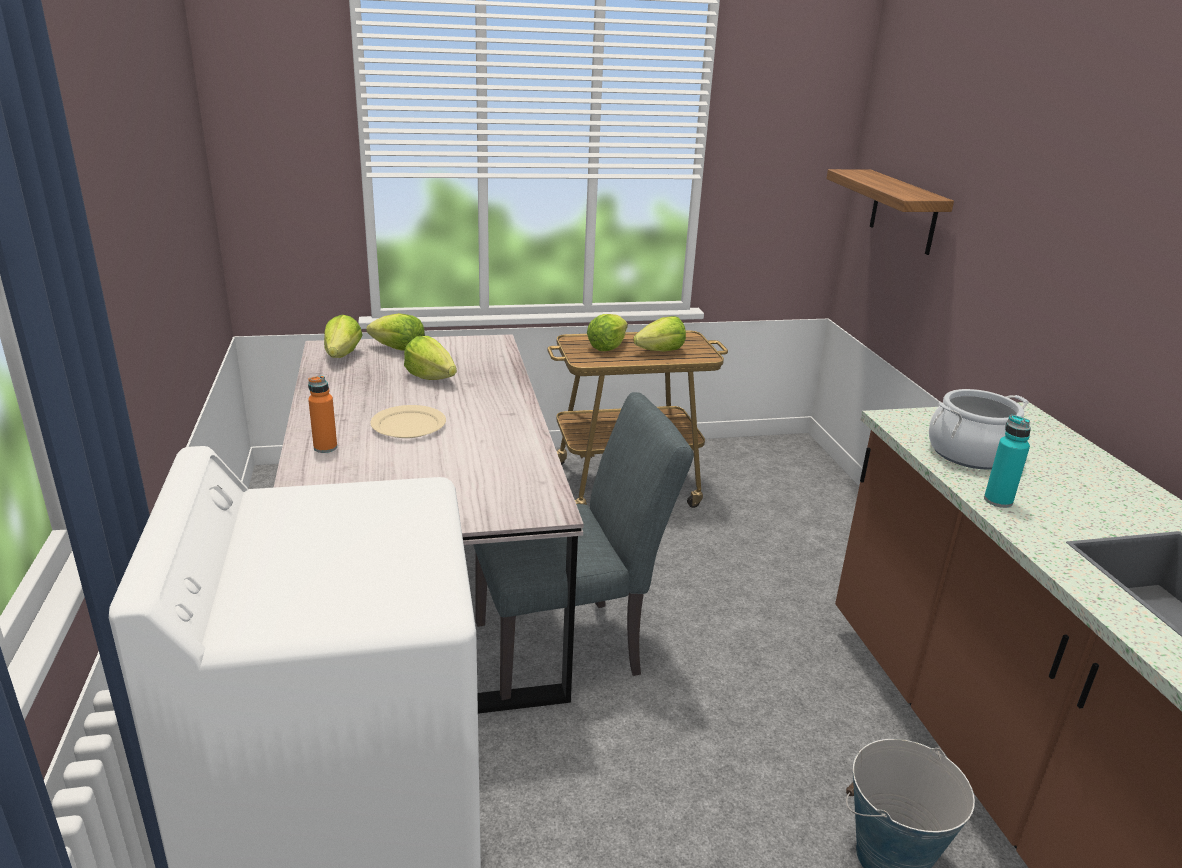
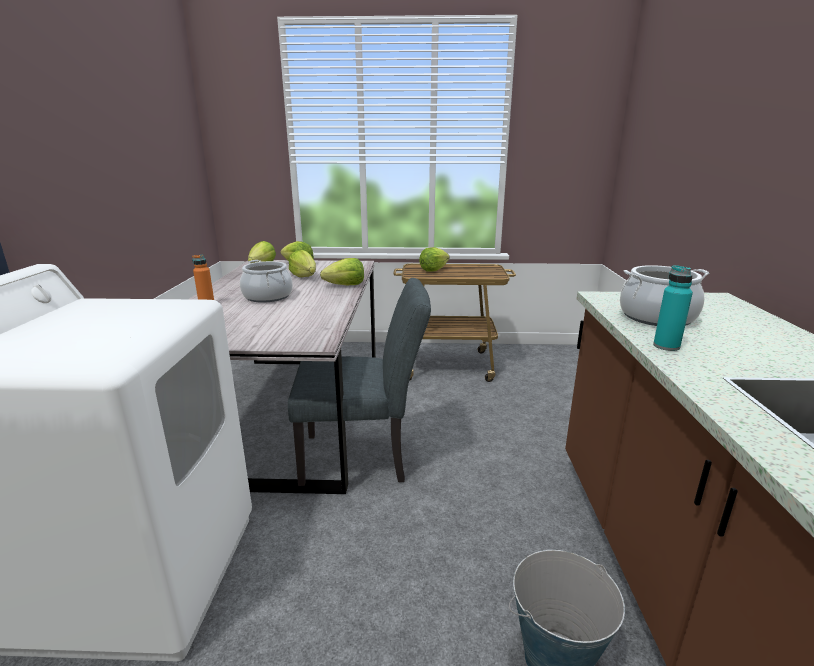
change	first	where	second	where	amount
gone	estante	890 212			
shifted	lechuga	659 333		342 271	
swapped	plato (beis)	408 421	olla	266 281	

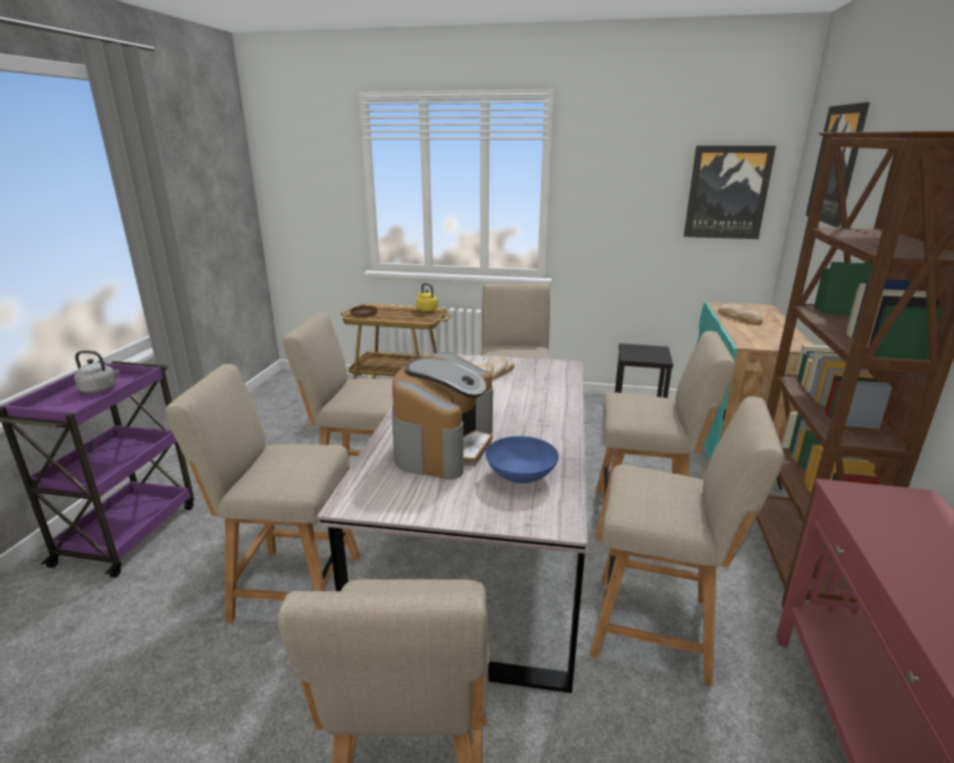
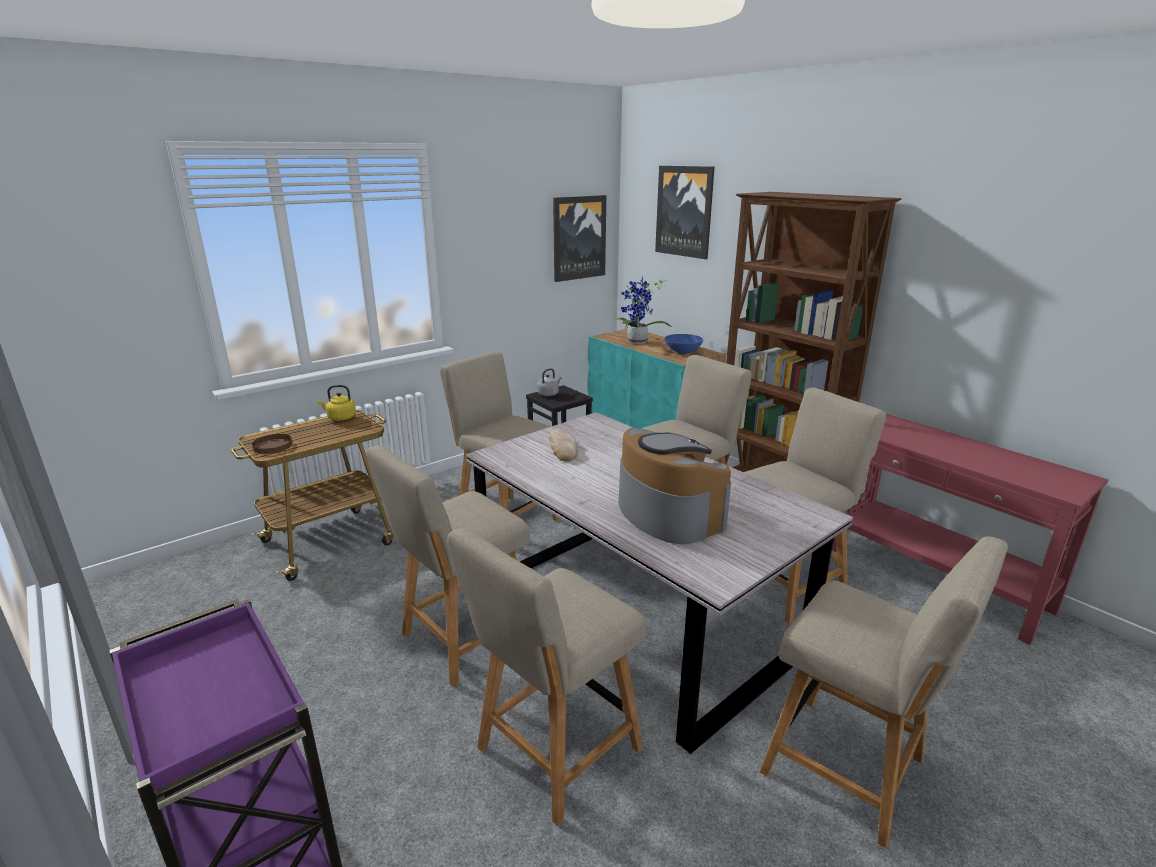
change	first	where	second	where	amount
shifted	hervidor (gris)	96 372		549 382	
shifted	cuenco (azul)	522 459		684 344	
swapped	pan	740 314	planta en maceta	643 310	

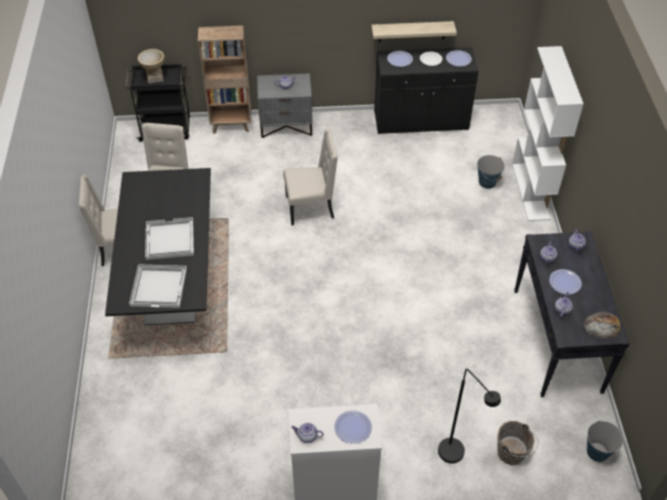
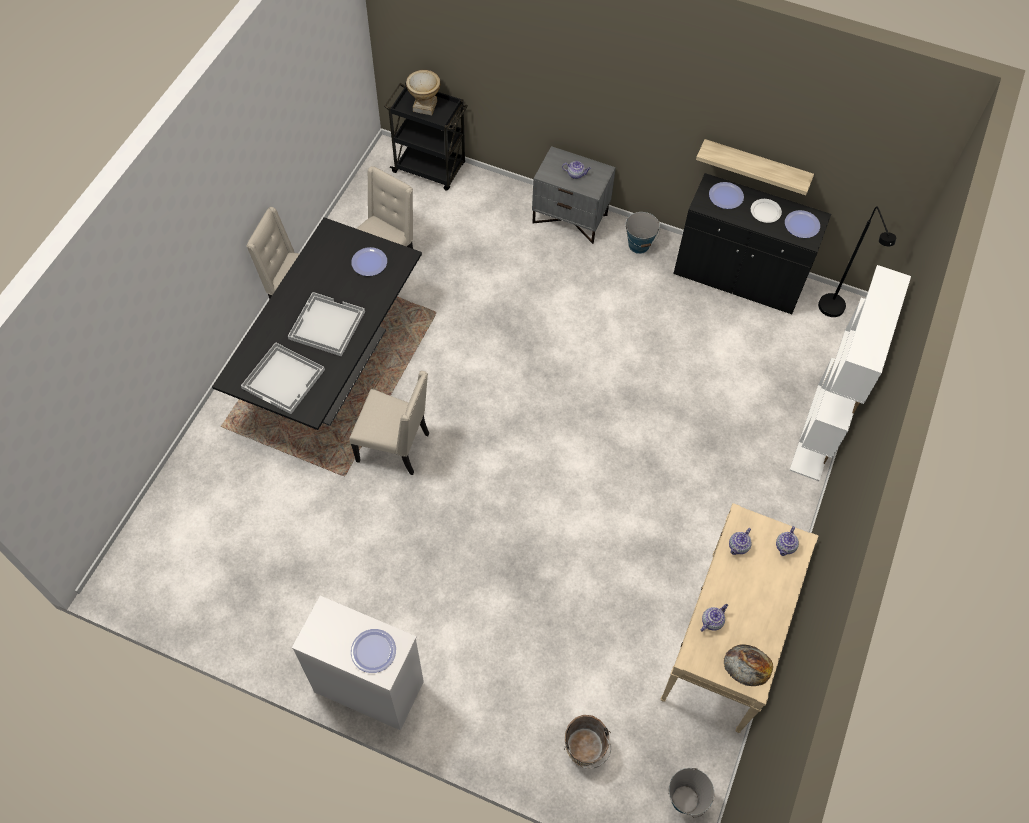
change	first	where	second	where	amount
gone	estantería (marrón)	224 79			
gone	tetera	307 433			
shifted	silla (beis)	310 177		389 423	
shifted	lámpara de pie (negro)	469 416		857 261	
shifted	cubo	491 172		643 233	
shifted	plato	565 282		369 261	
repainted	mesa consola (negro)	572 314	mesa consola (beis)	739 618	

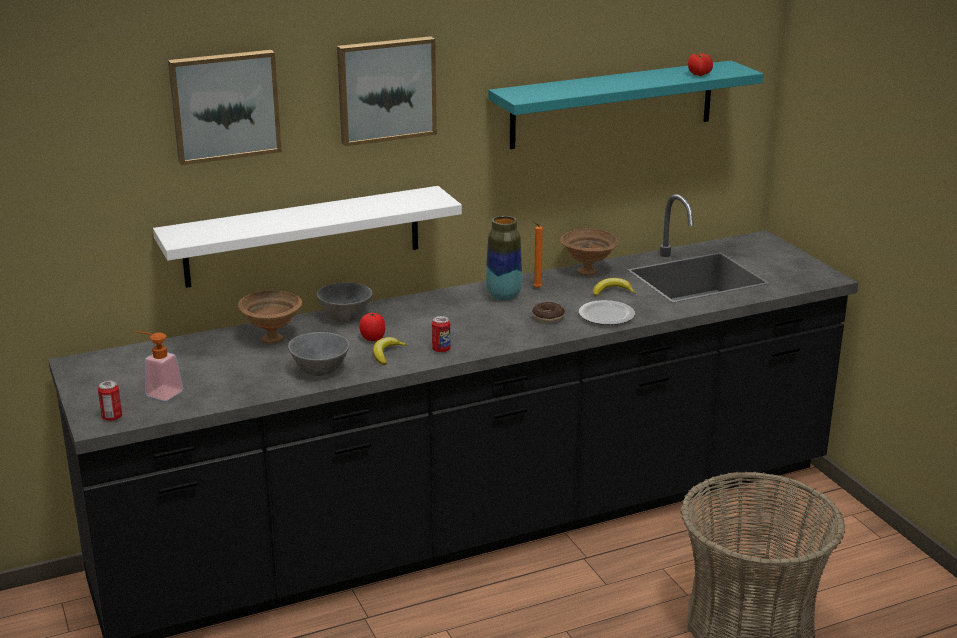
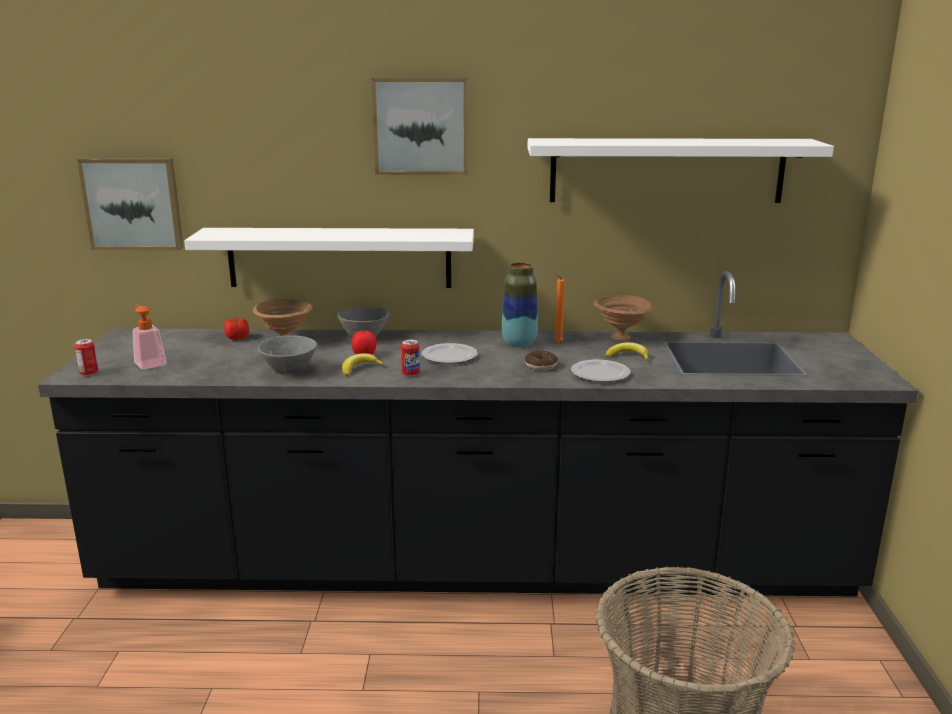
change	first	where	second	where	amount
new			plato	450 353	
shifted	cuadro	225 107		130 204	
shifted	tomate	700 64		236 328	
repainted	estante (turquesa)	626 104	estante (blanco)	680 170	

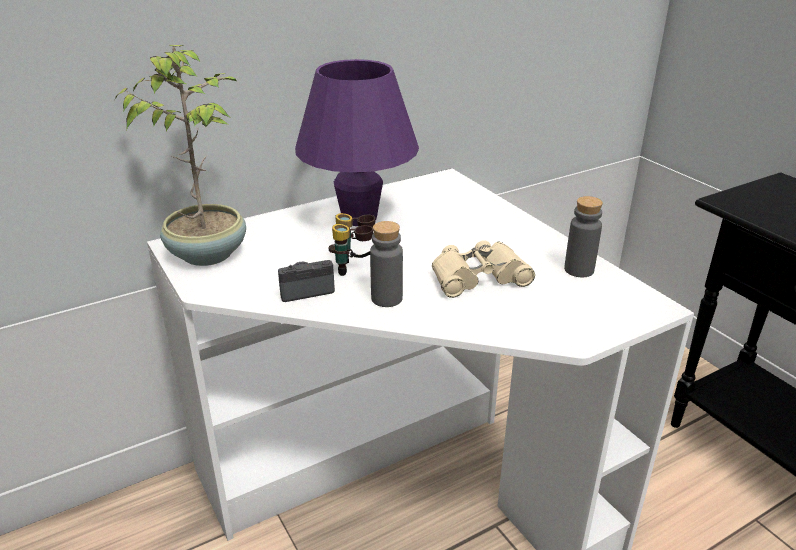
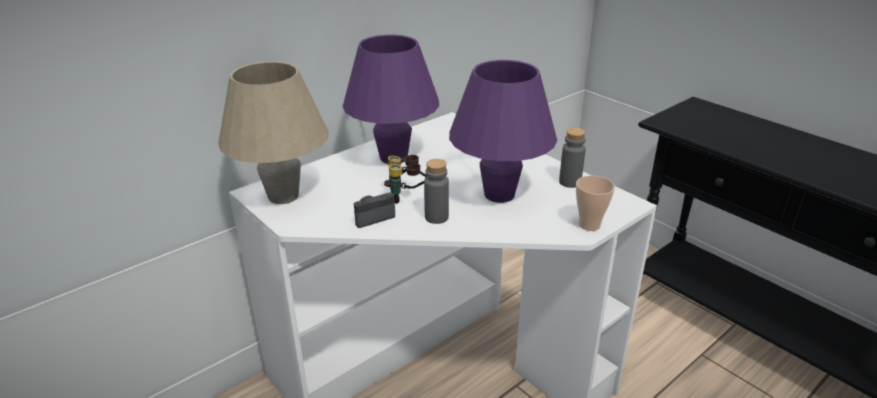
change	first	where	second	where	amount
new			taza	595 203	
swapped	planta en maceta	180 155	lámpara de mesa (beis)	273 132	
swapped	prismáticos (beis)	483 269	lámpara de mesa (morado)	503 131	

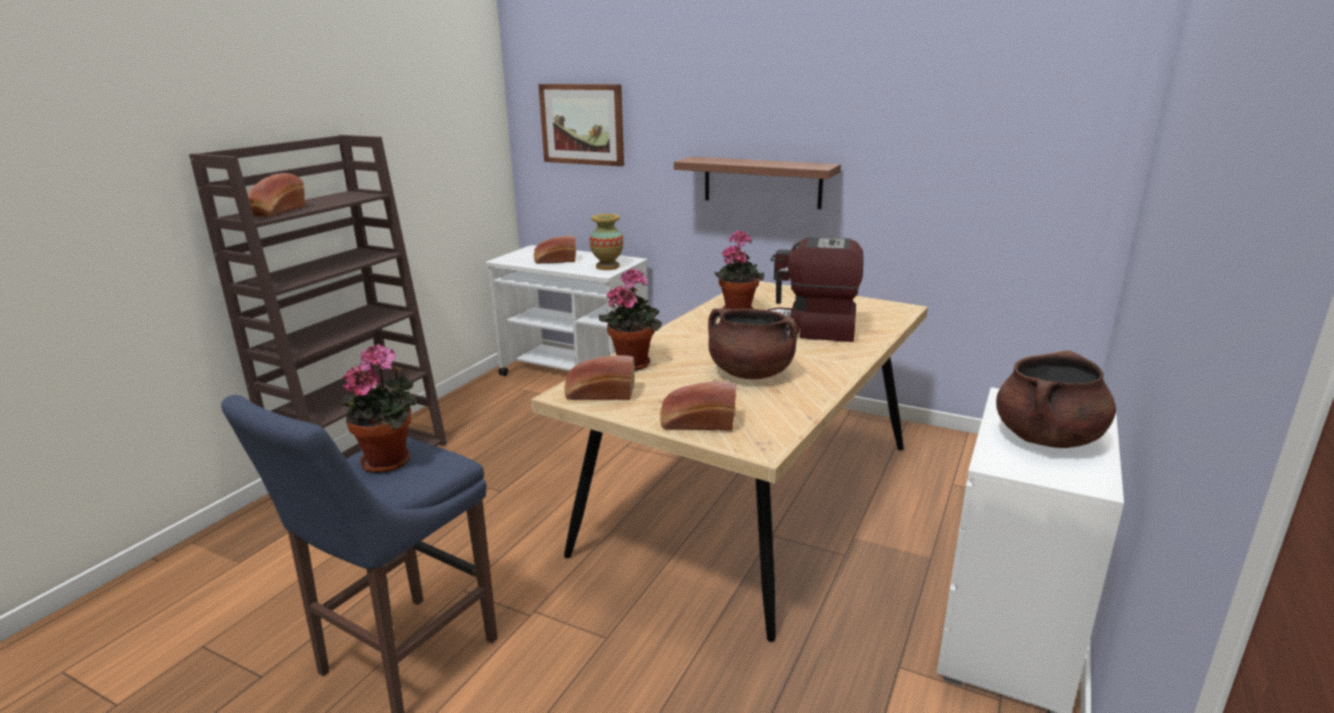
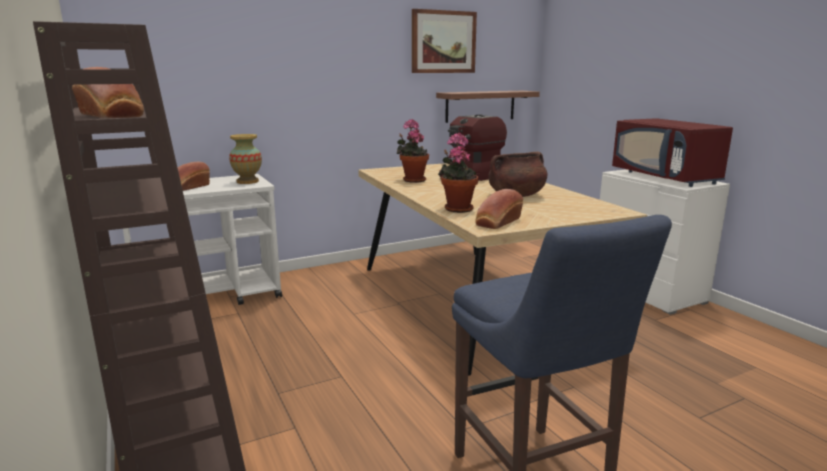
change	first	where	second	where	amount
gone	planta en maceta	379 408			
gone	pan	698 406			
shifted	cuadro	581 125		444 41	
shifted	estante	757 183		488 107	
swapped	olla (marrón)	1056 399	microondas (rojo)	672 152	

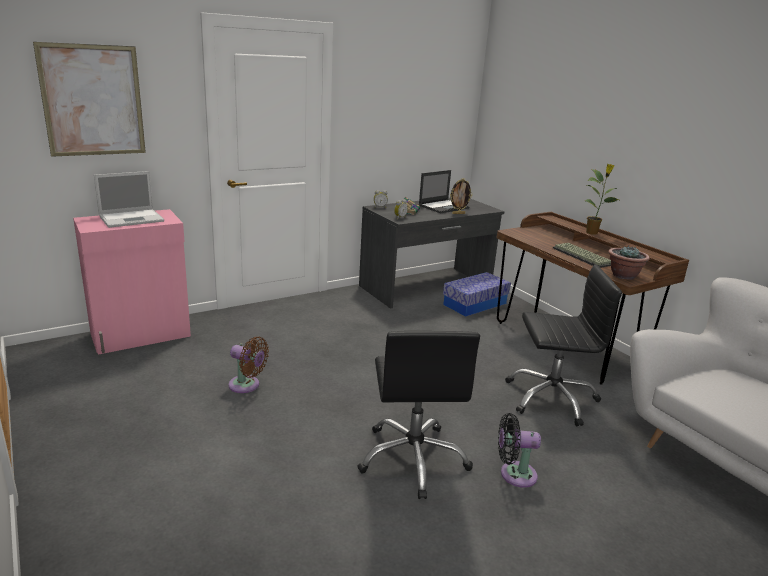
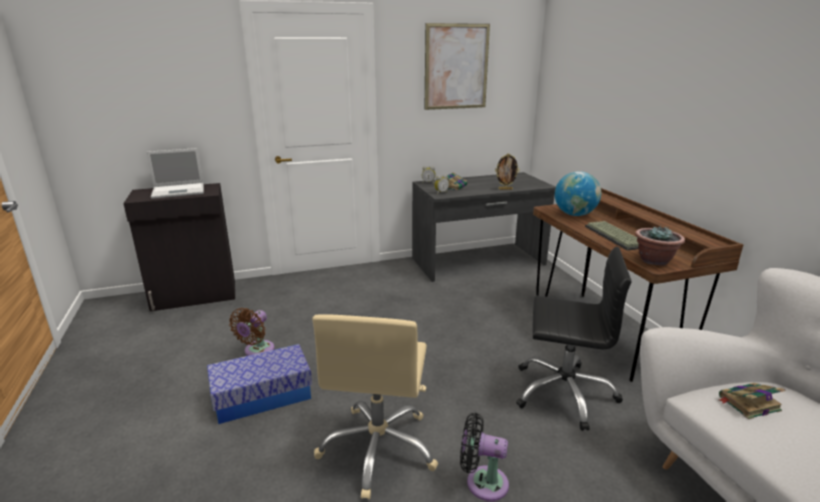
change	first	where	second	where	amount
gone	portátil	443 191			
gone	planta en maceta	601 199			
new			globo terráqueo	578 193	
new			libro	752 401	
shifted	cuadro	89 99		457 66	
shifted	caja de almacenaje	477 294		259 384	
repainted	armario (rosa)	132 282	armario (negro)	179 247	
repainted	silla de oficina (negro)	418 415	silla de oficina (beis)	375 407	
rotated	ventilador (marrón)	248 365		252 332	75 degrees clockwise

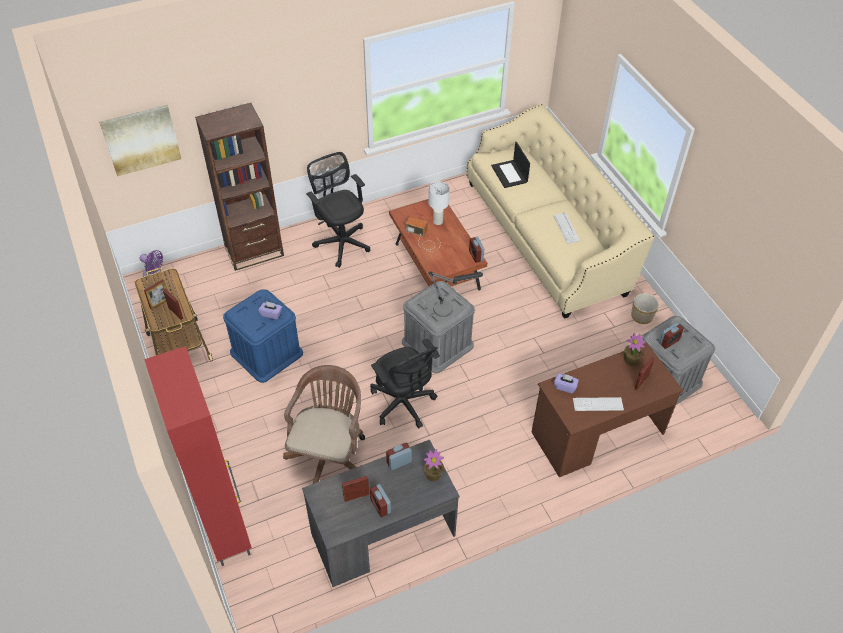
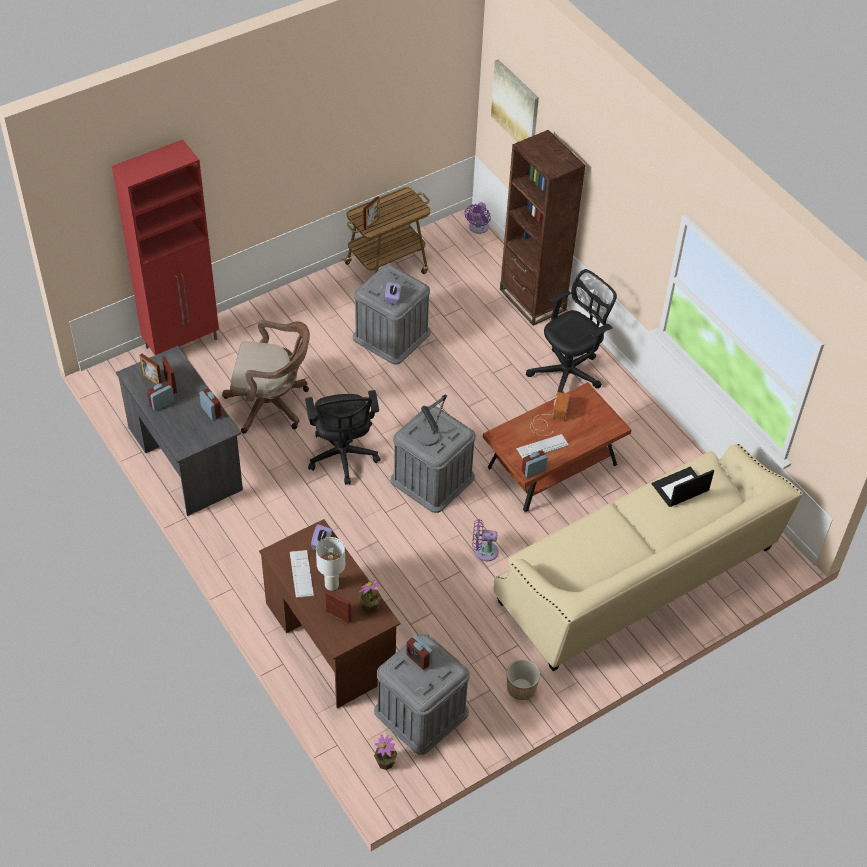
change	first	where	second	where	amount
new			ventilador (morado)	485 540	
shifted	portarretratos	156 295		151 369	
shifted	planta en maceta	433 465		385 752	
shifted	lámpara de mesa (blanco)	438 203		330 564	
shifted	teclado	567 228		543 446	
repainted	caja de almacenaje (azul)	263 336	caja de almacenaje (gris)	392 315	
rotated	silla de oficina (negro)	405 383		343 437	60 degrees counterclockwise

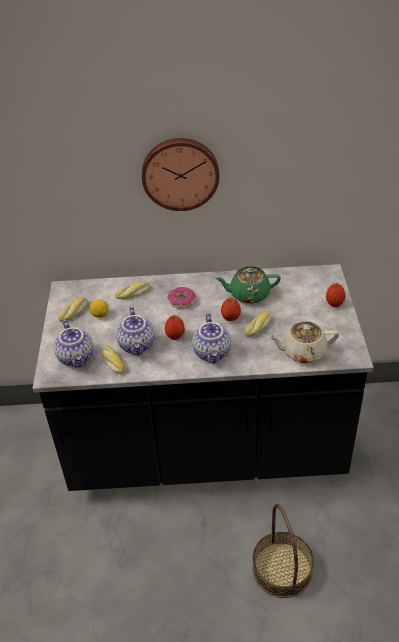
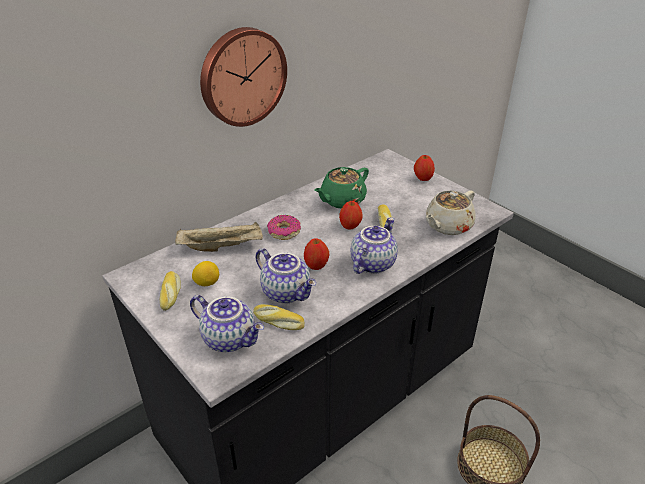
change	first	where	second	where	amount
swapped	pan	132 290	bandeja (beis)	219 237	
rotated	tetera	211 338		374 246	105 degrees counterclockwise

